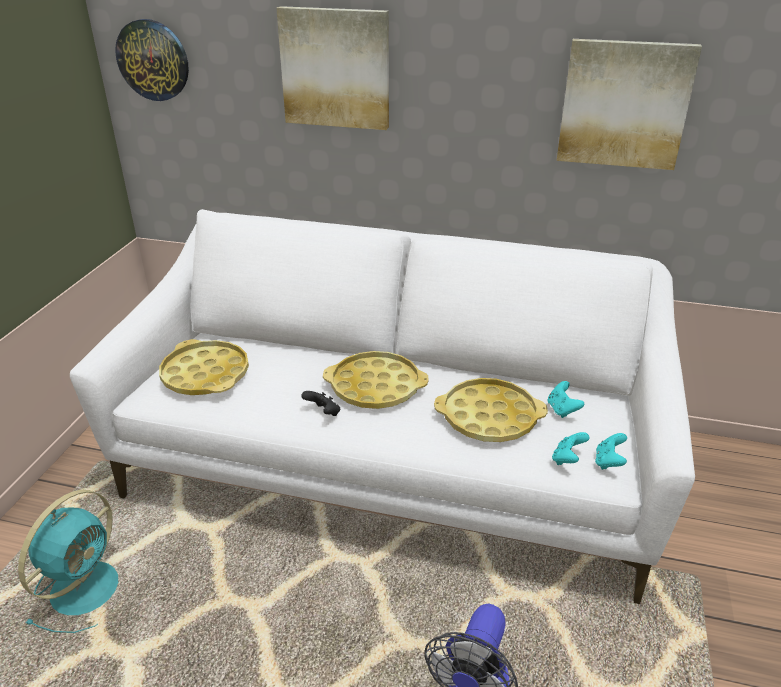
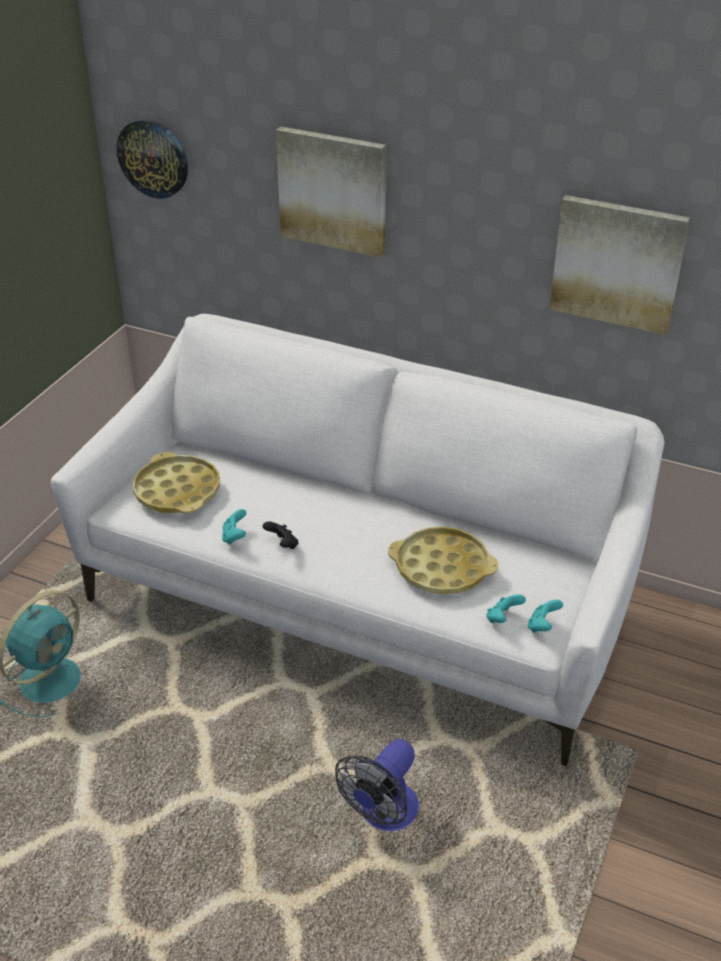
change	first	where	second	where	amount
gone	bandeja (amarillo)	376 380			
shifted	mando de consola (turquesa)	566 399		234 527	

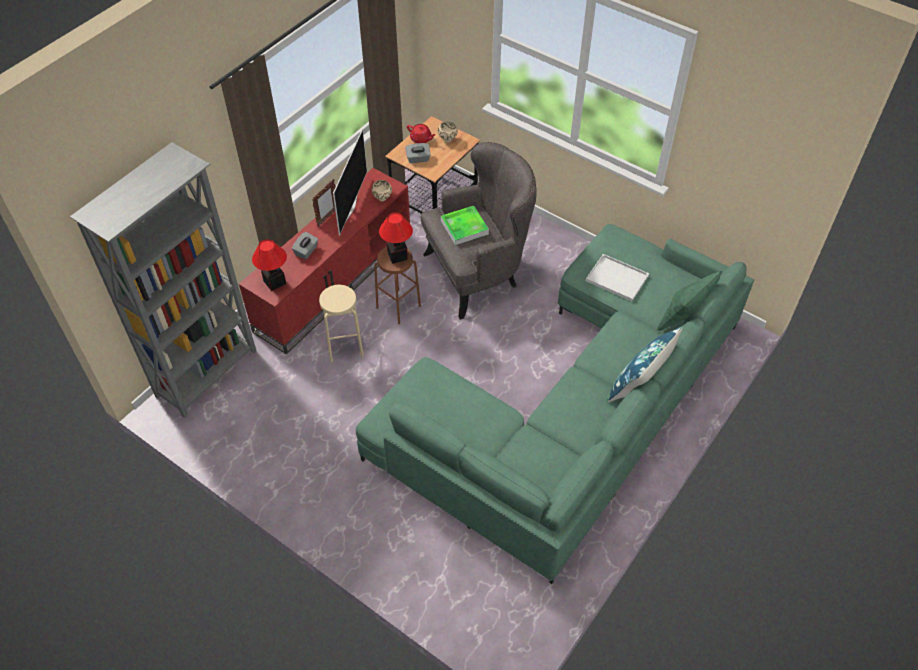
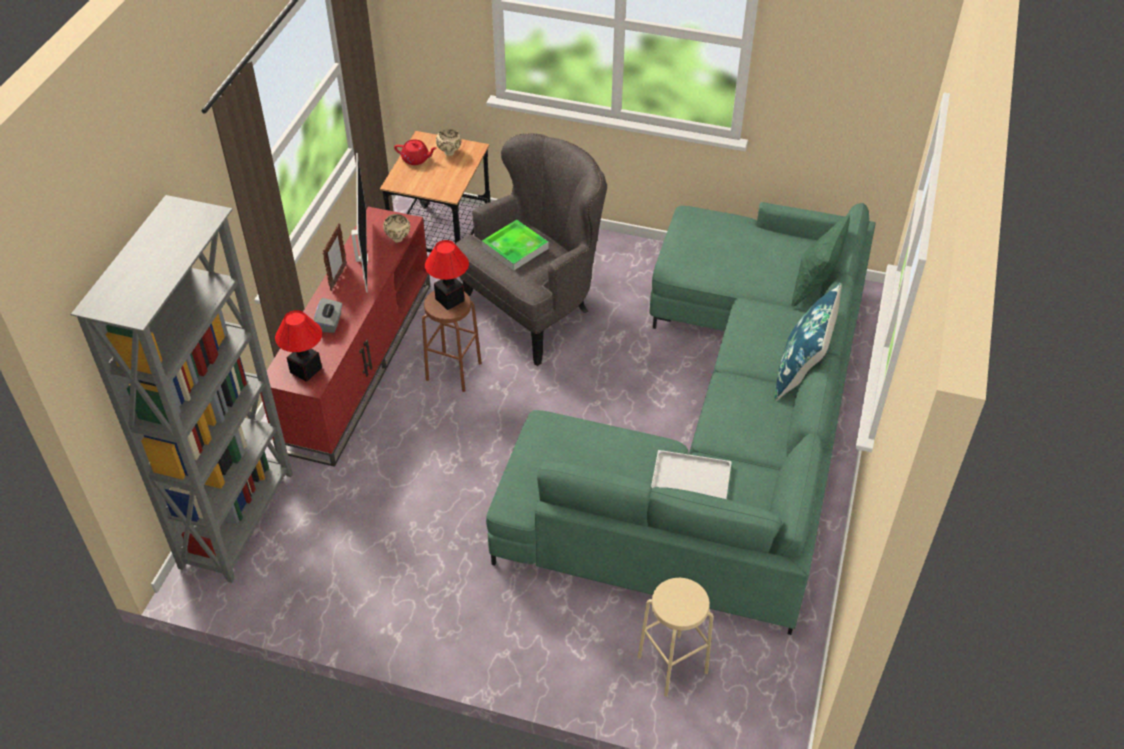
change	first	where	second	where	amount
gone	caja de pañuelos (gris)	418 153			
shifted	taburete (beis)	341 323		675 637	
shifted	bandeja (blanco)	617 277		691 474	

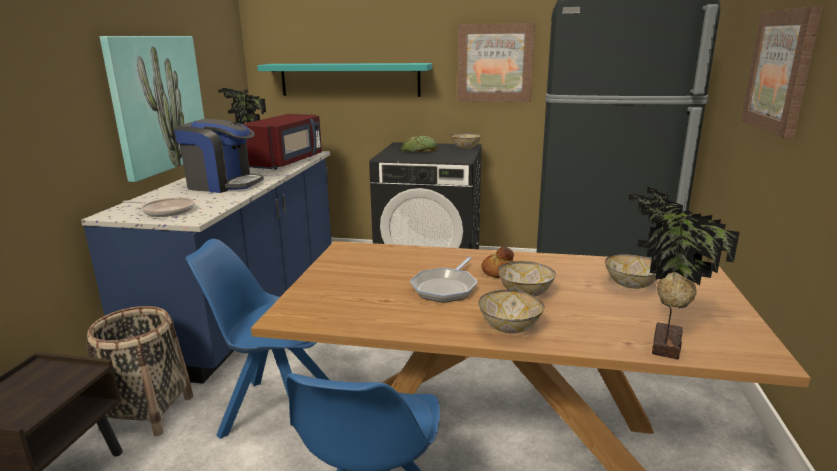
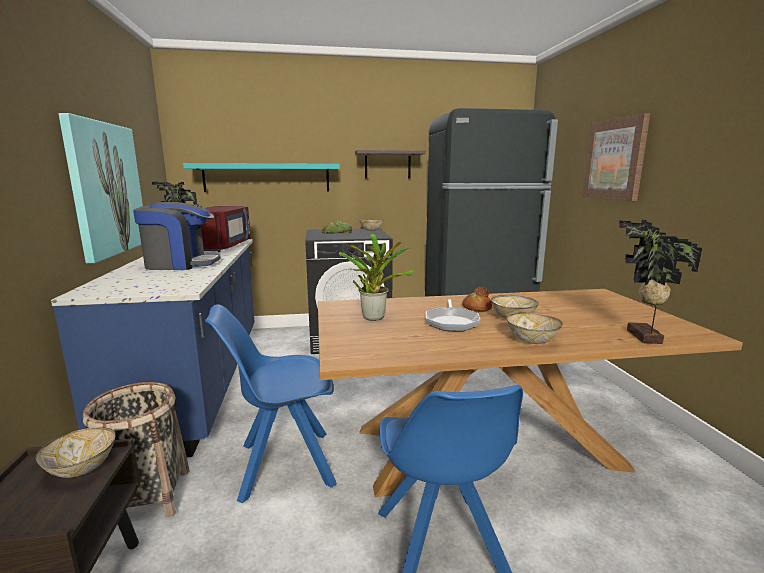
change	first	where	second	where	amount
gone	sartén	159 207			
new			planta en maceta	377 277	
shifted	cuenco	630 271		75 452	
swapped	cuadro	496 62	estante	390 164	

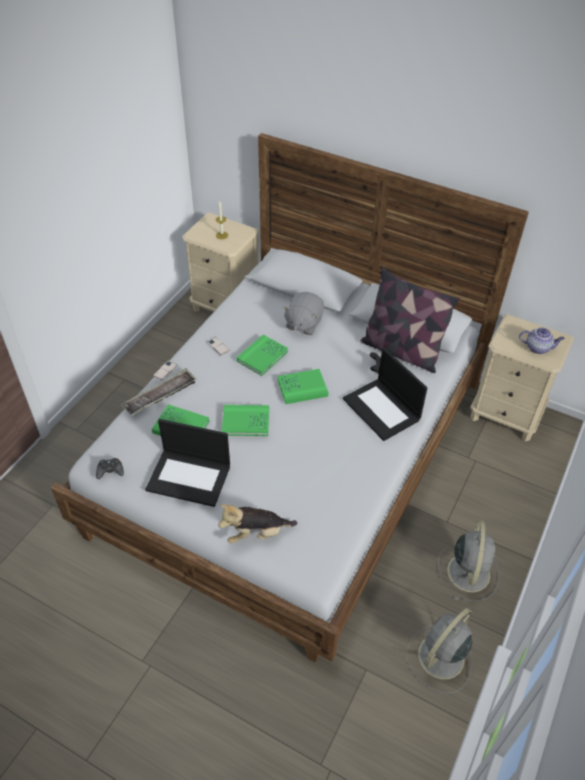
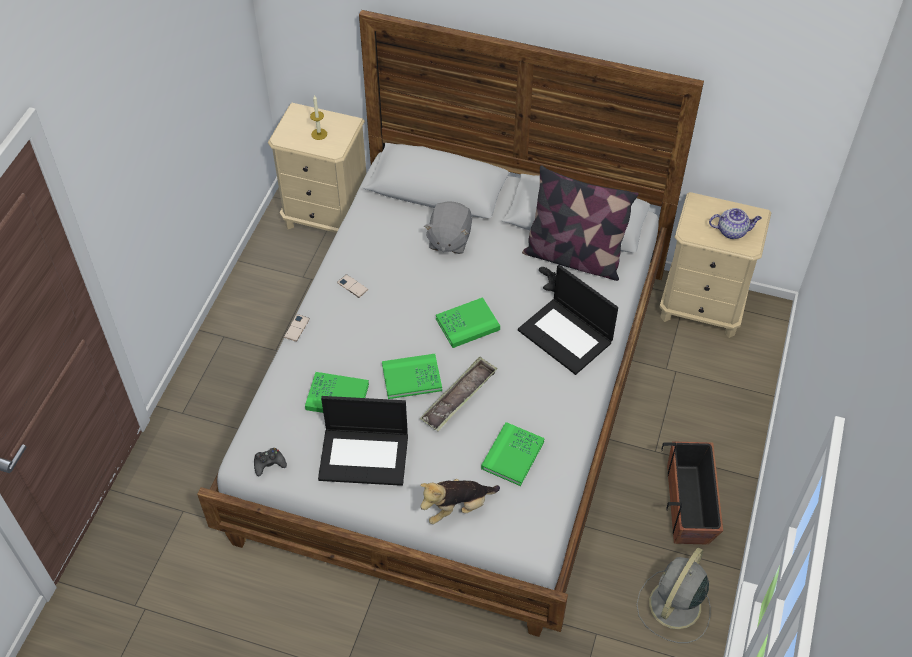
change	first	where	second	where	amount
shifted	bandeja	159 392		459 393	
shifted	libro (verde)	262 355		513 454	
swapped	ventilador (gris)	468 560	maceta	692 493	

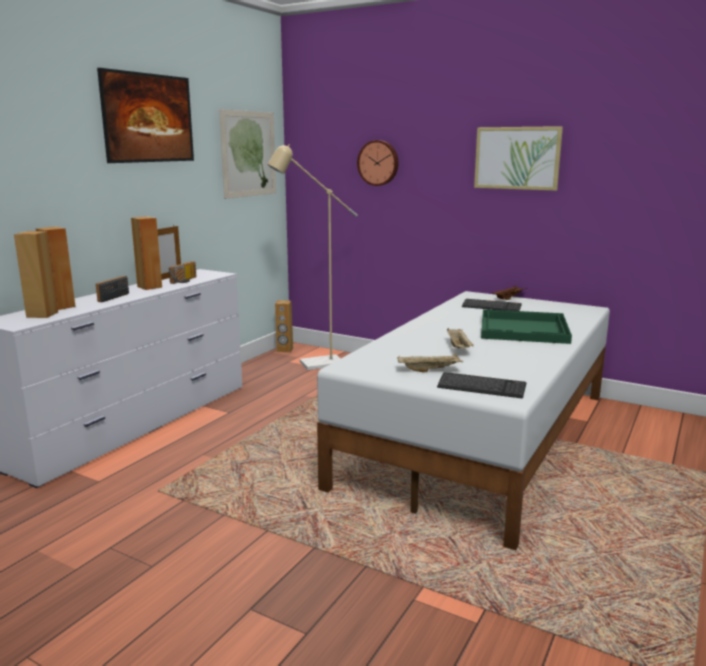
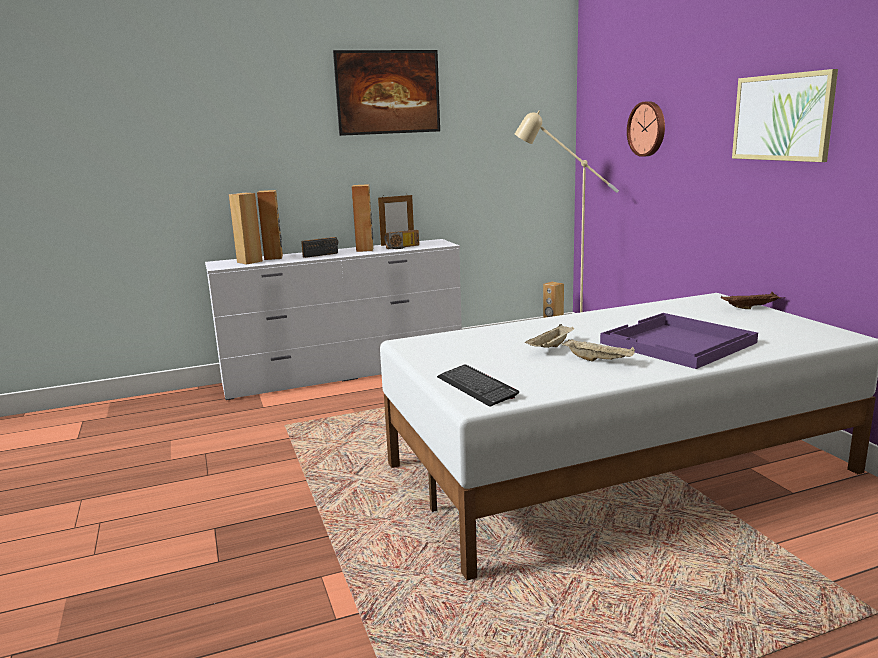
change	first	where	second	where	amount
gone	cuadro	247 154			
gone	teclado	492 305			
shifted	bandeja (beis)	430 362		598 350	
repainted	bandeja (verde)	526 326	bandeja (morado)	679 341	

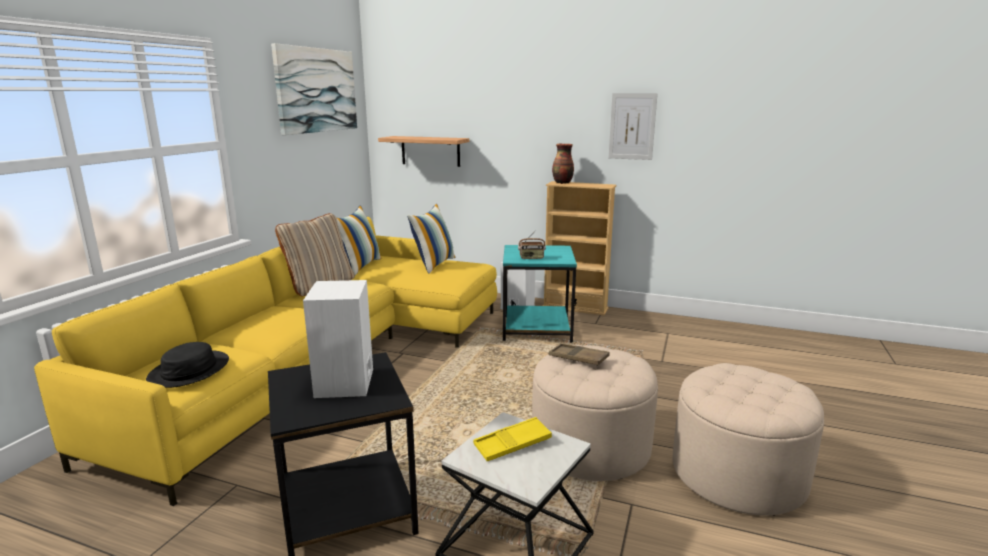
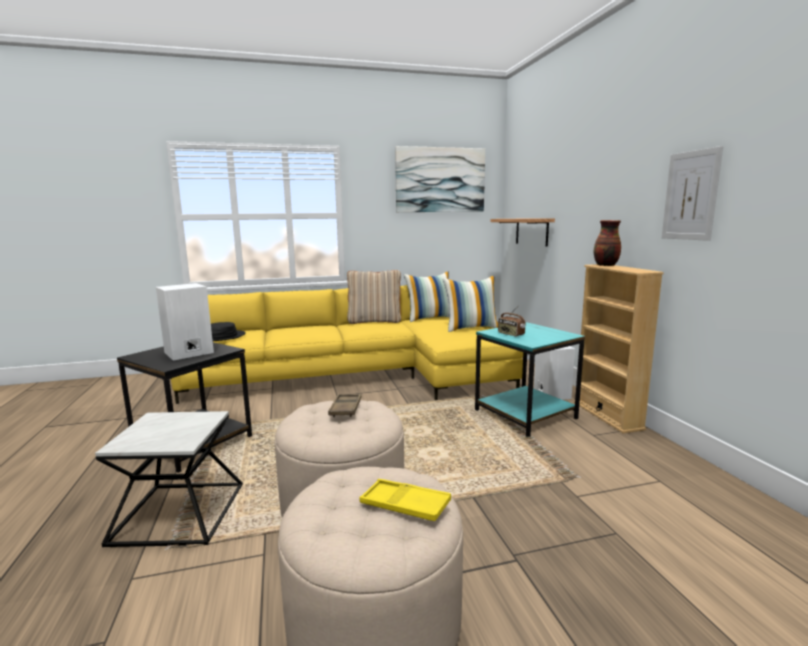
change	first	where	second	where	amount
shifted	bandeja (amarillo)	512 439		405 500	

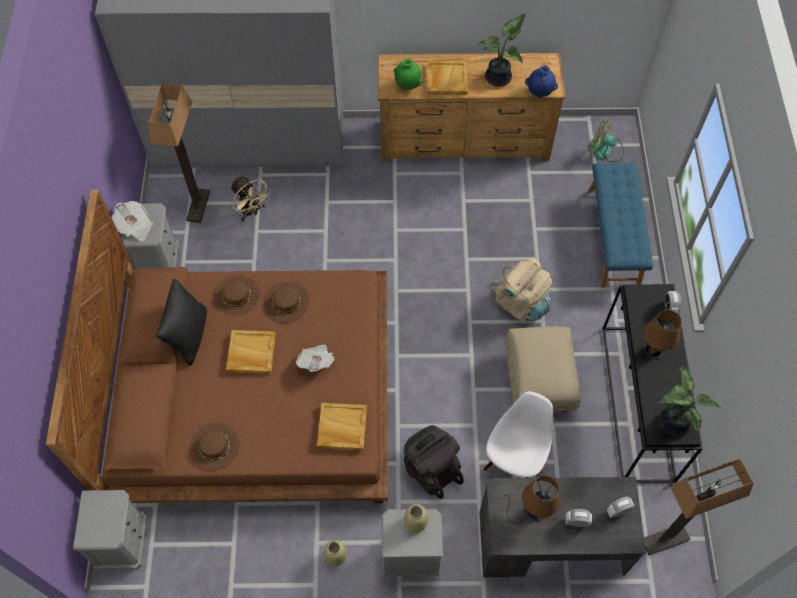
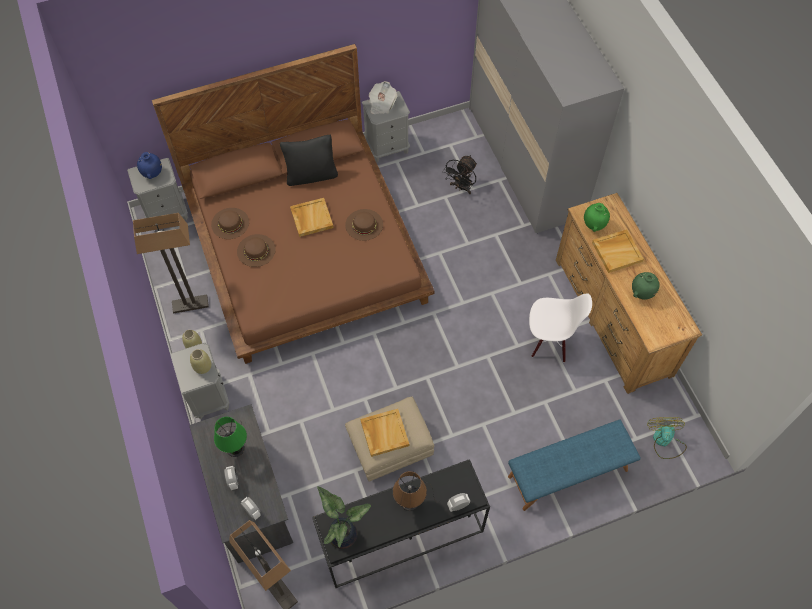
change	first	where	second	where	amount
gone	periódico	315 358			
gone	mochila (negro)	434 462			
gone	mochila (beis)	521 289			
shifted	lámpara de pie	179 153		171 263	
shifted	sombrero (marrón)	236 295		256 250	
shifted	bandeja (beis)	342 427		384 433	
shifted	silla (blanco)	518 435		560 328	
shifted	florero (azul)	541 82		149 165	
swapped	planta en maceta	502 50	florero (verde)	645 286	
repainted	ventilador (beis)	250 198	ventilador (negro)	460 174	
repainted	lámpara de mesa (marrón)	532 499	lámpara de mesa (verde)	230 437	

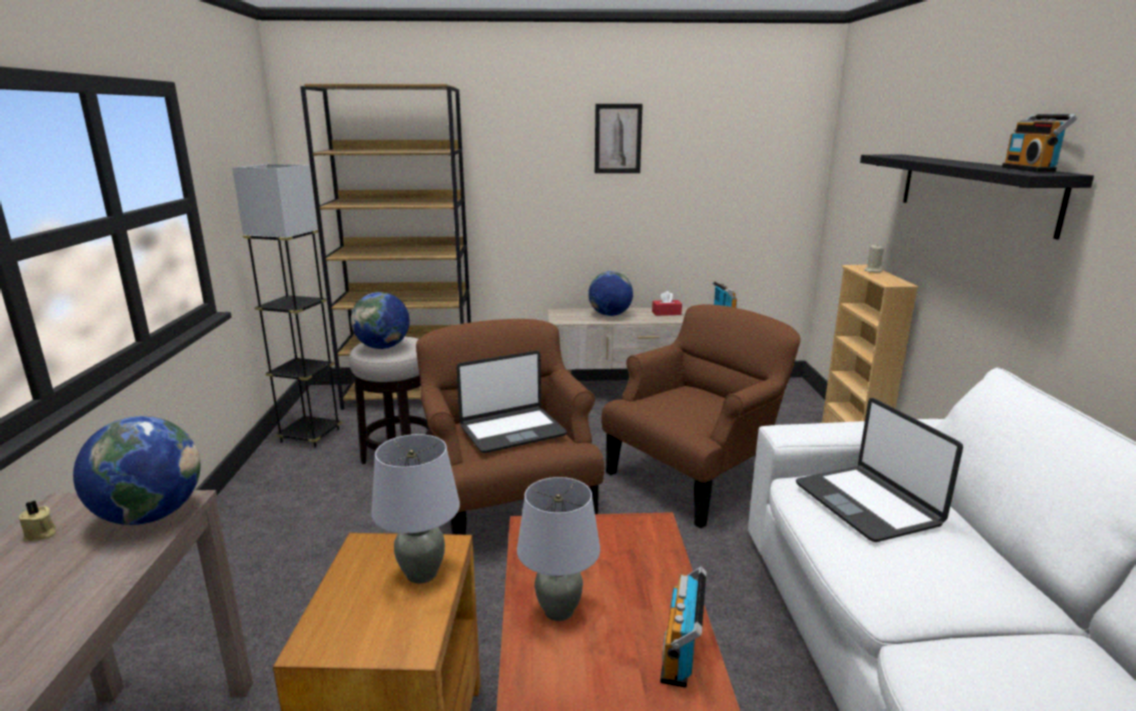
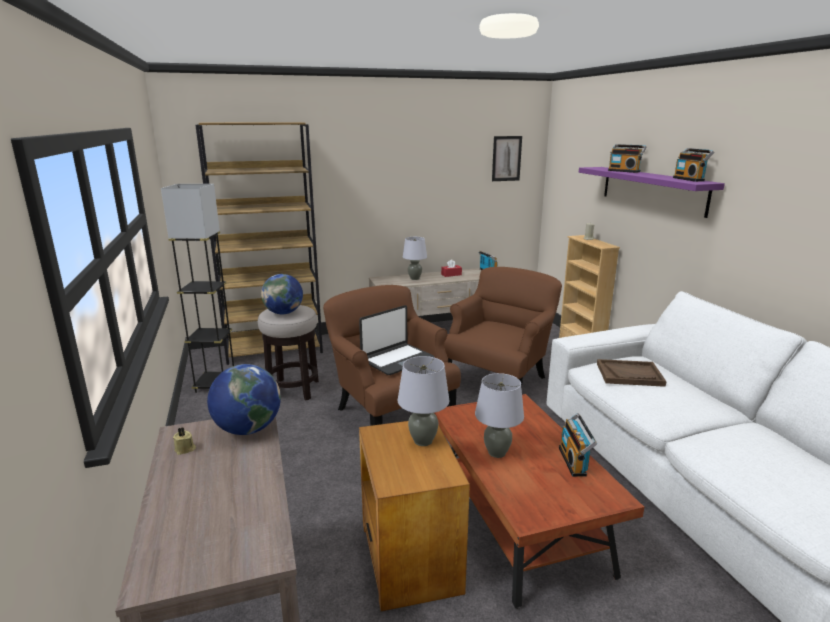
change	first	where	second	where	amount
new			radio	627 158	
shifted	cuadro	619 138		507 158	
swapped	globo terráqueo	610 293	lámpara de mesa (gris)	415 258	
swapped	portátil	879 470	bandeja (marrón)	632 373	
repainted	estante (negro)	977 197	estante (morado)	652 192	

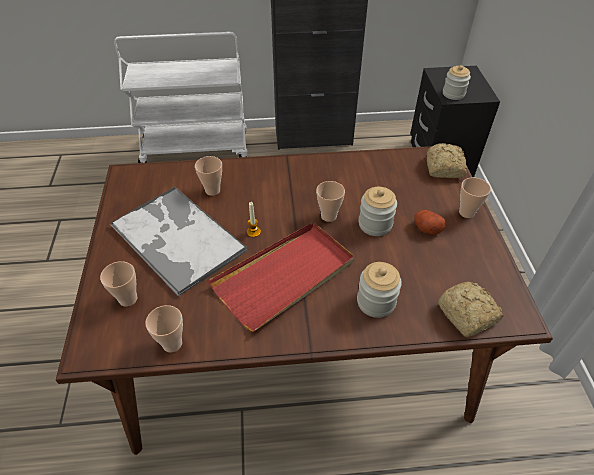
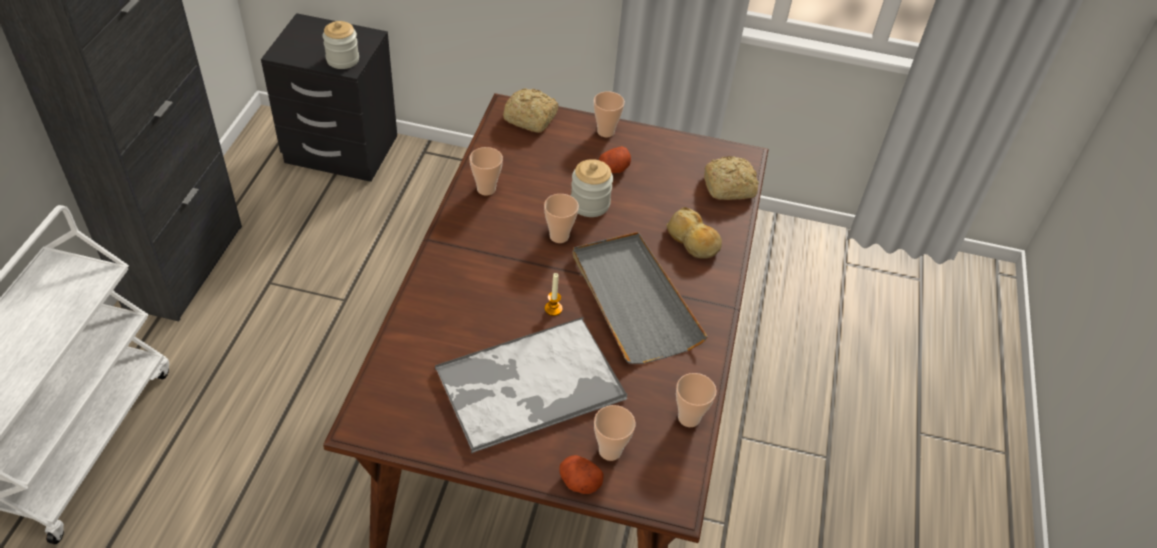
change	first	where	second	where	amount
new			patata	581 474	
shifted	taza	208 176		486 171	
swapped	tarro	379 290	pan	694 233	
repainted	bandeja (rojo)	281 277	bandeja (gris)	640 298	

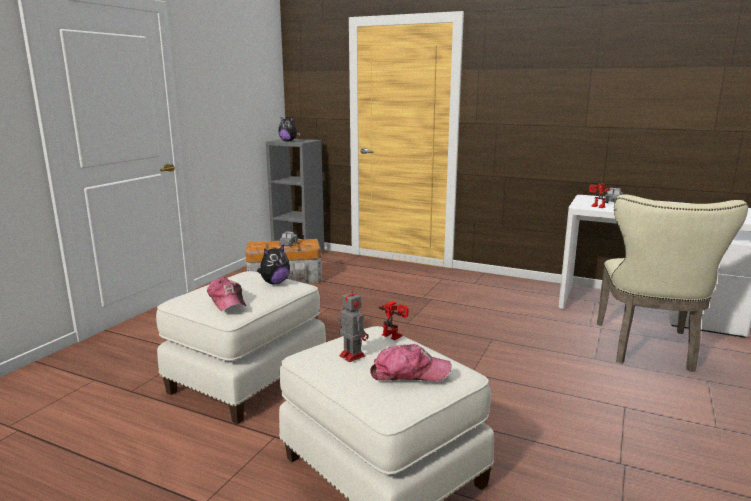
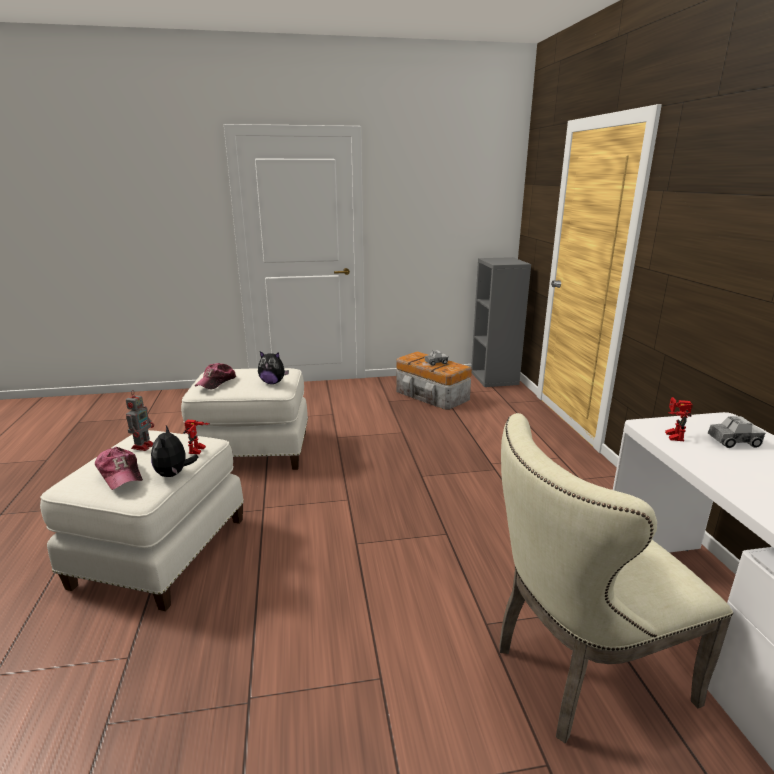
change	first	where	second	where	amount
shifted	peluche	289 129		174 451	

